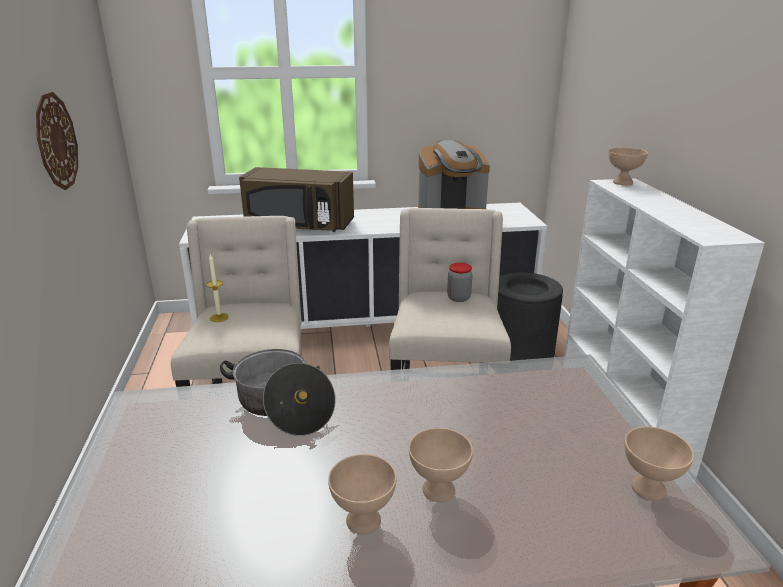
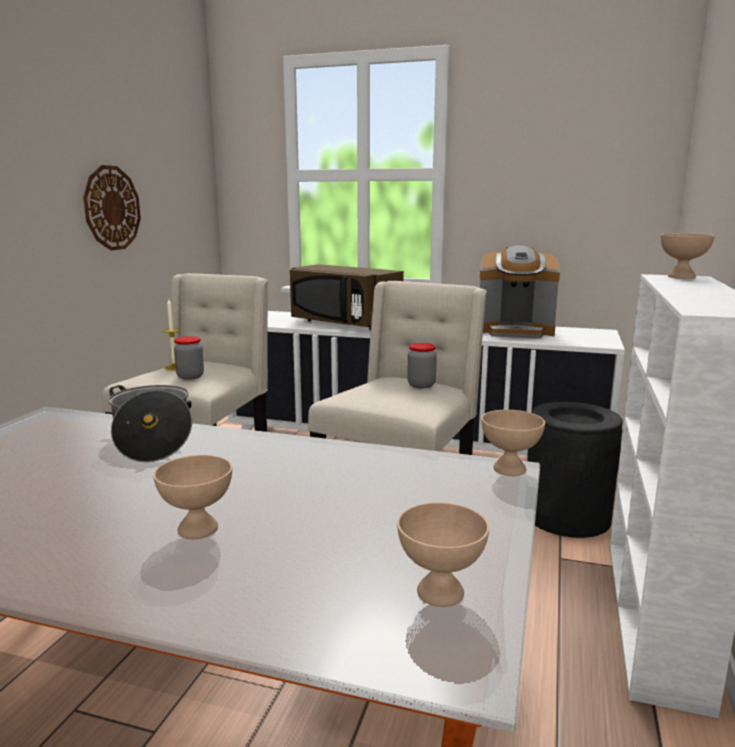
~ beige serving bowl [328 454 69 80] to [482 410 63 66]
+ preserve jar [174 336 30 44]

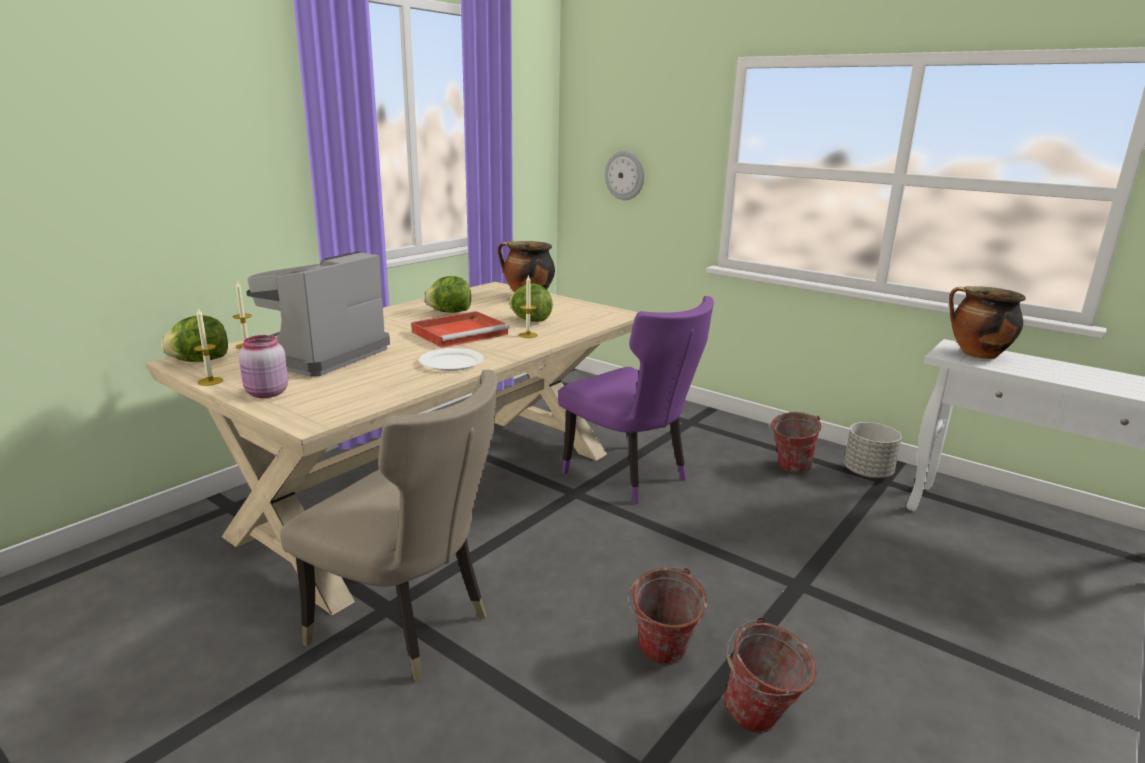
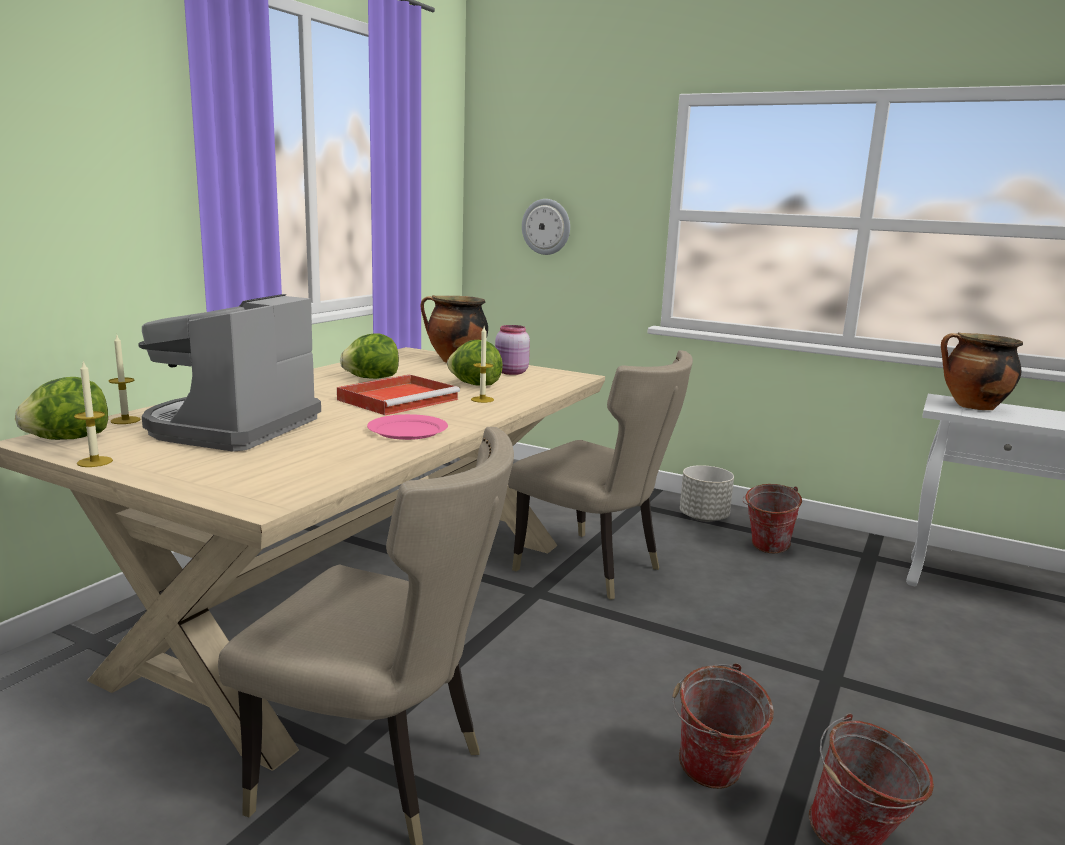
~ purple-coloured plain chair [558 296 156 208] to beige plain chair [508 350 185 250]
~ pink preserve jar [239 335 49 63] to [495 325 35 50]
~ whitish plate [419 348 65 23] to pink plate [367 414 81 26]
~ gray planter [844 422 58 56] to [680 465 54 57]

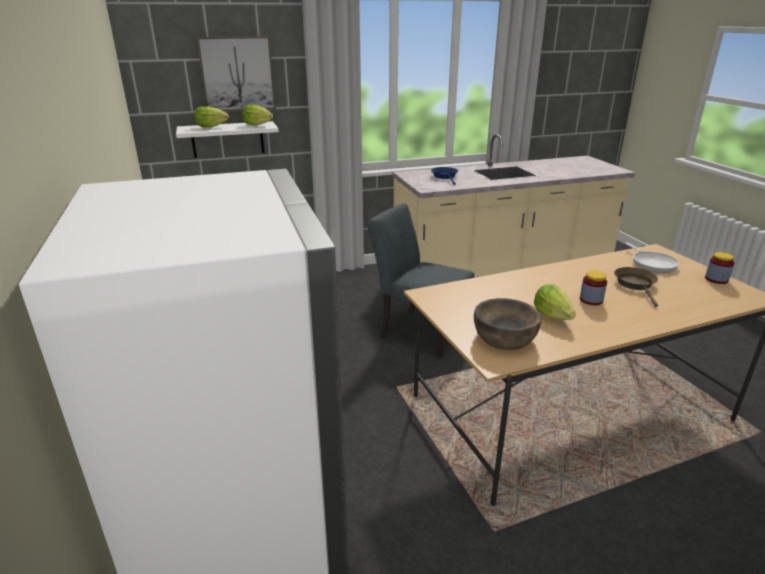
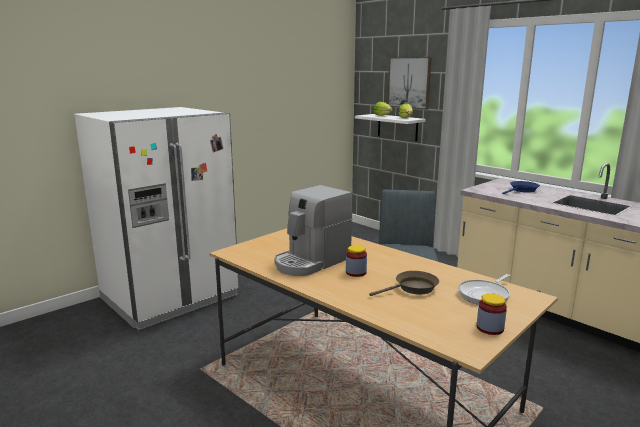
~ head of lettuce [534 284 42 36] to coffee maker [275 185 77 91]
- brown serving bowl [474 298 67 52]

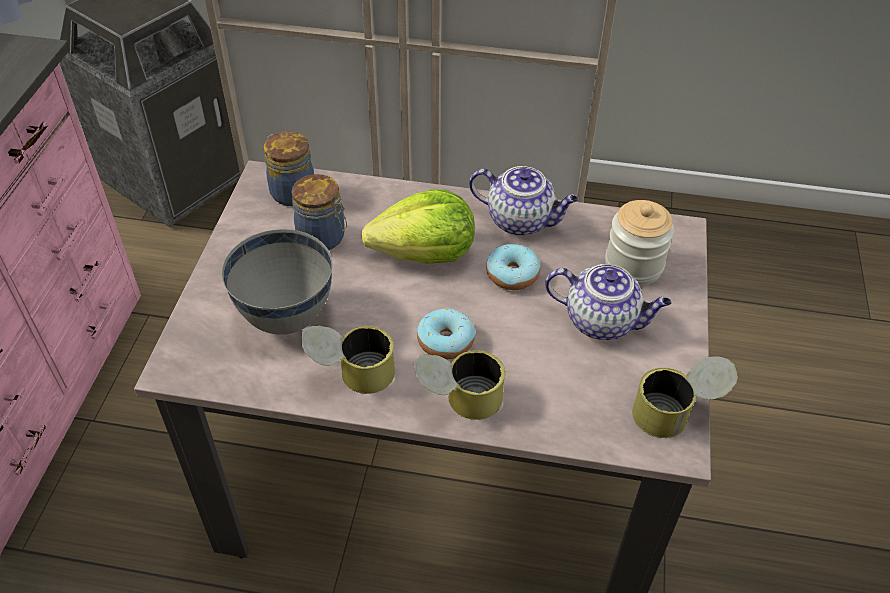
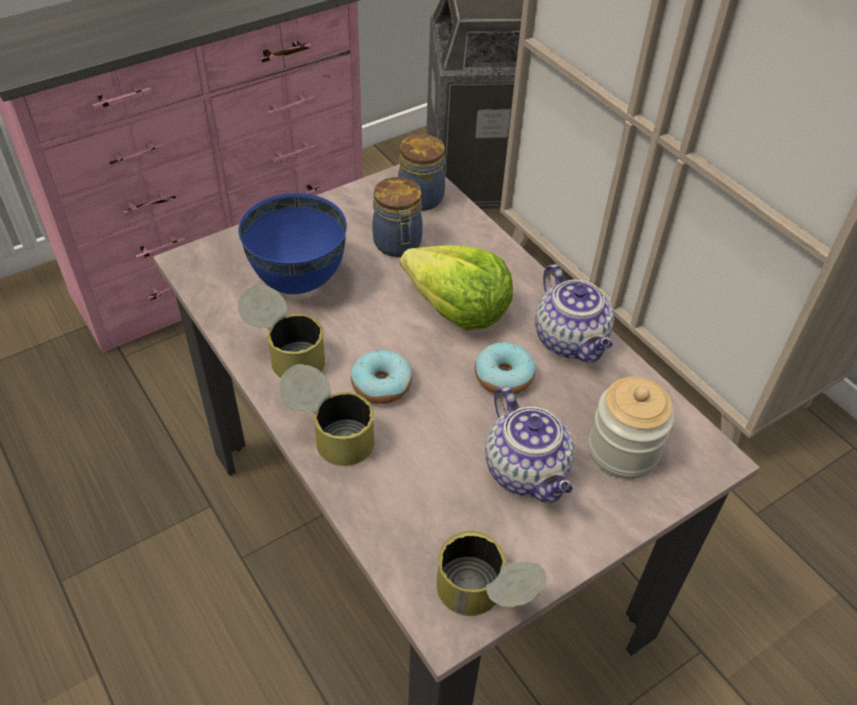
~ gray serving bowl [222 229 111 106] to blue-coloured serving bowl [238 193 109 101]

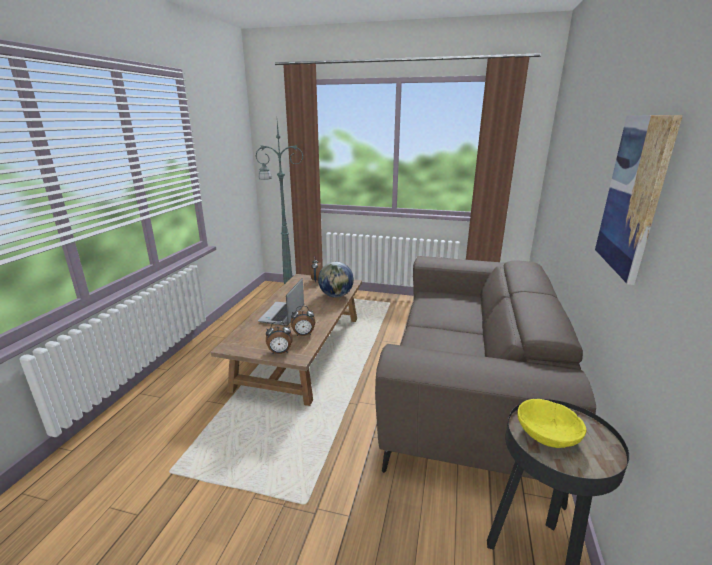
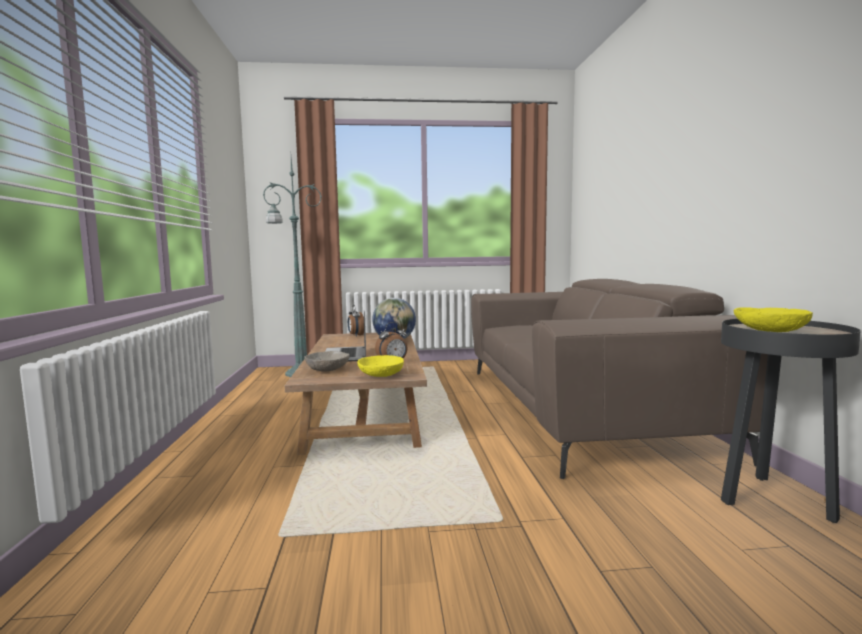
- wall picture [595 115 88 170]
~ table clock [266 321 27 33] to yellowish serving bowl [357 355 47 22]
+ gray serving bowl [304 351 46 21]

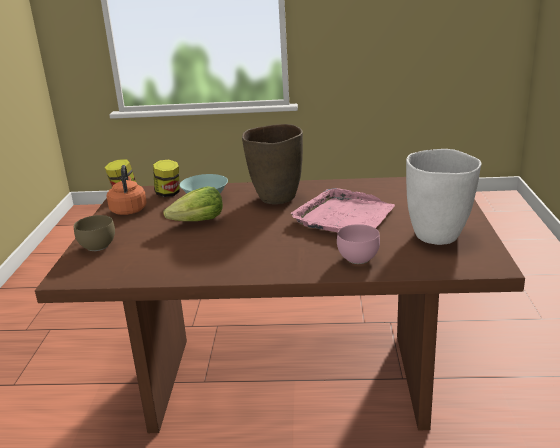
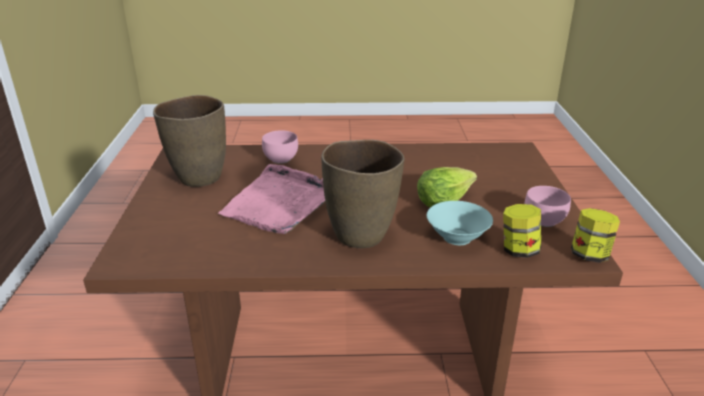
~ whitish flower vase [406 149 75 96] to brown flower vase [153 95 73 92]
~ orange-coloured kettle [106 165 41 50] to pink serving bowl [525 186 46 41]
- brown serving bowl [74 215 41 36]

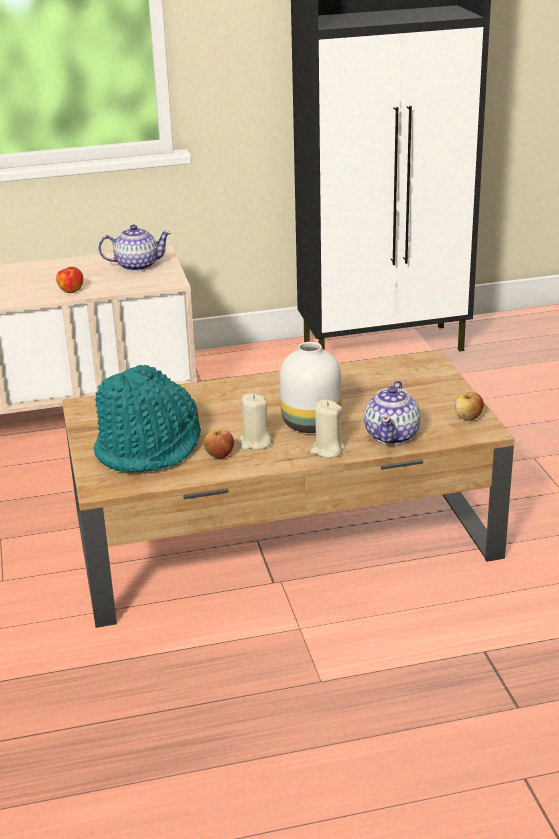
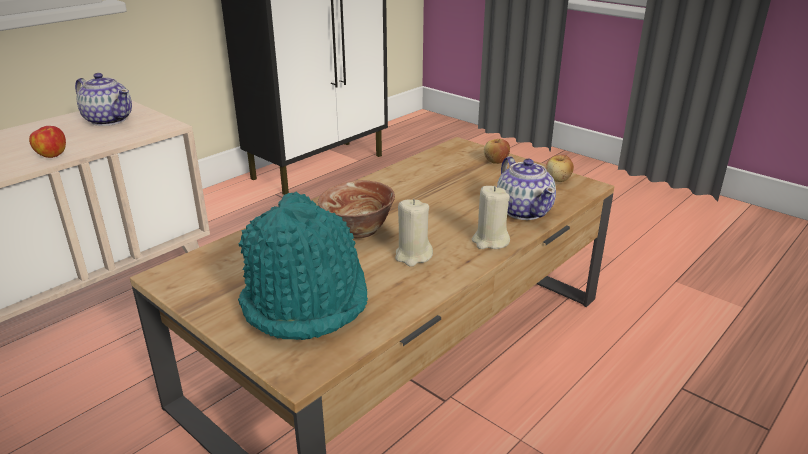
~ pot for tea [98 225 73 46] = [75 73 57 53] 75 degrees clockwise
- whitish flower vase [280 342 61 91]
~ apple [204 430 30 28] to [484 139 26 25]
+ serving bowl [318 180 77 58]

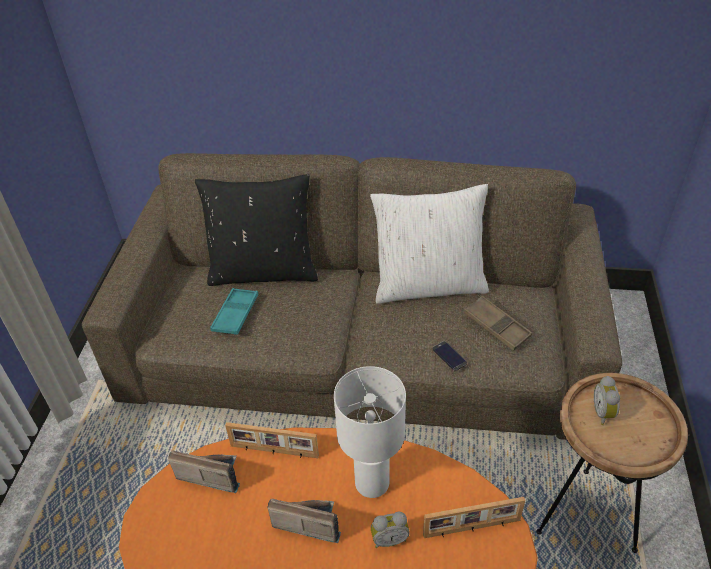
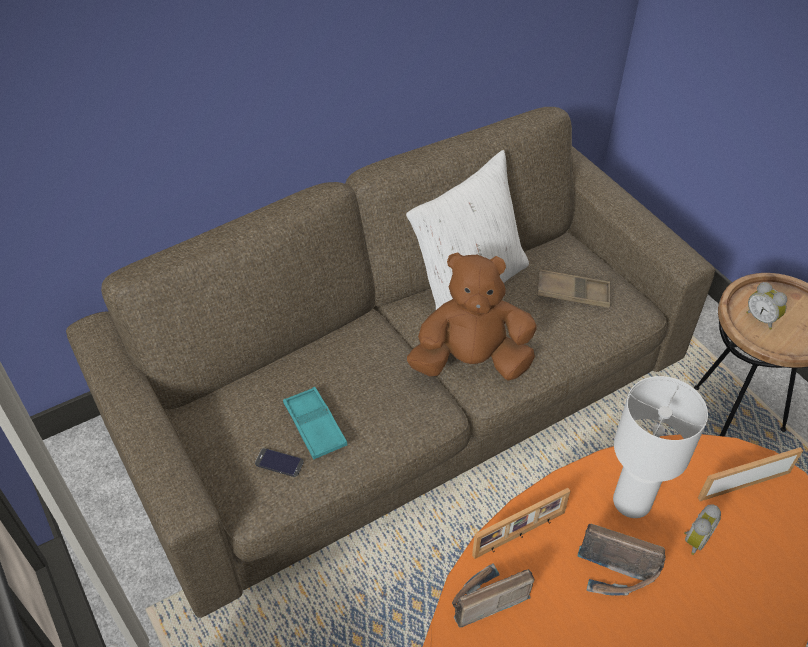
- black cushion [195 174 123 112]
~ phone [433 341 34 30] to [255 448 49 29]
~ photo frame [423 497 102 41] = [698 447 105 54] 150 degrees counterclockwise
~ radio receiver [268 499 73 44] = [578 524 88 72] 135 degrees counterclockwise
+ brown soft toy [407 253 129 128]

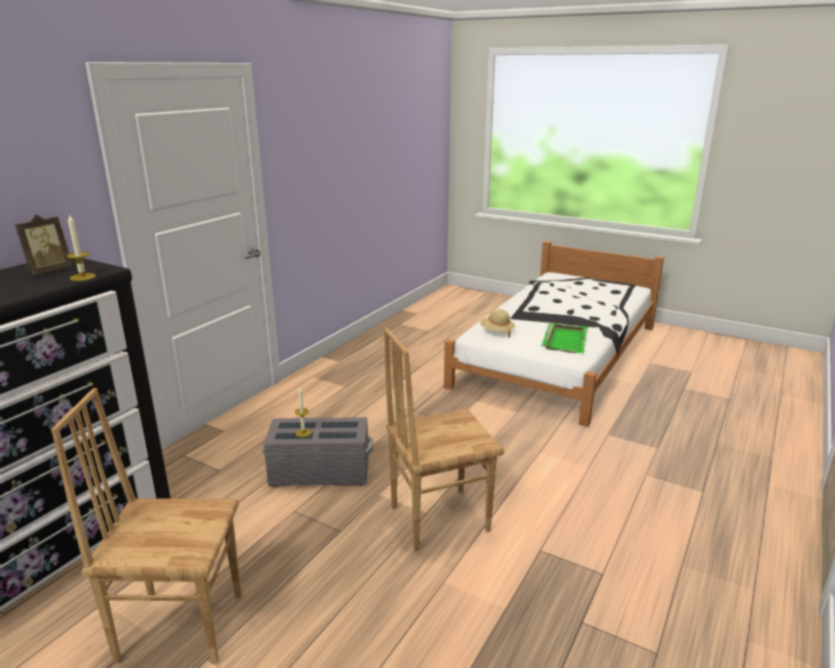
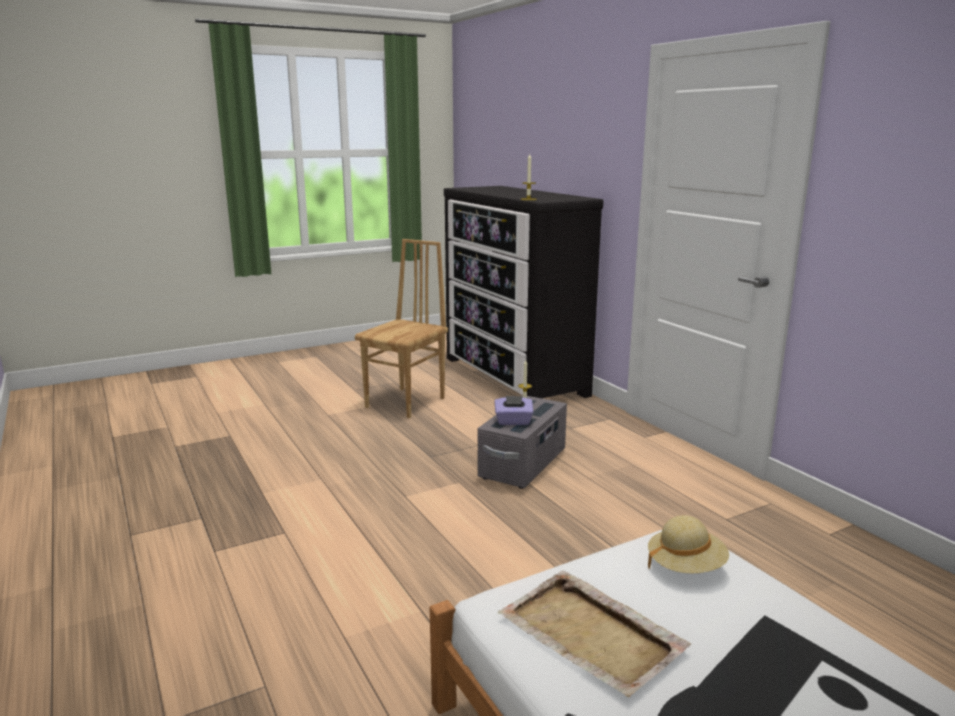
- photo frame [15 214 58 61]
~ greenish tray [541 322 47 31] to beige tray [498 570 193 127]
- brown plain chair [384 328 120 223]
+ purple-coloured tissue holder [494 396 39 29]

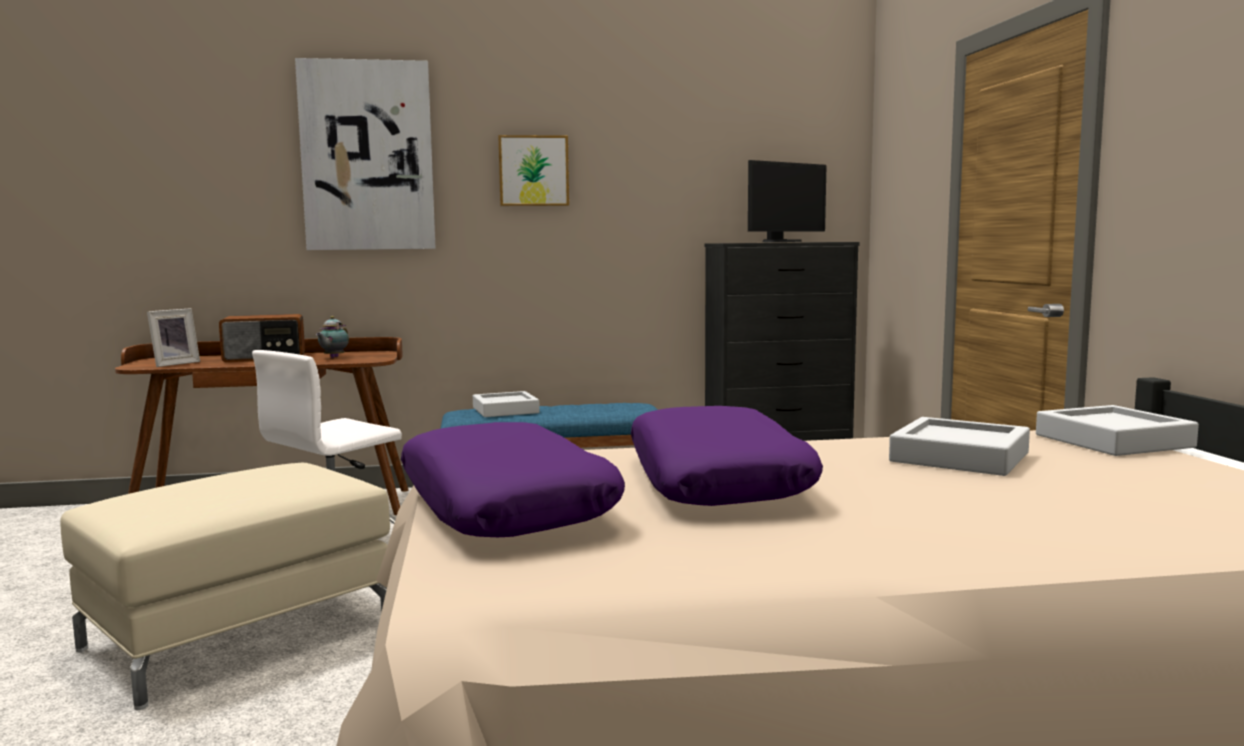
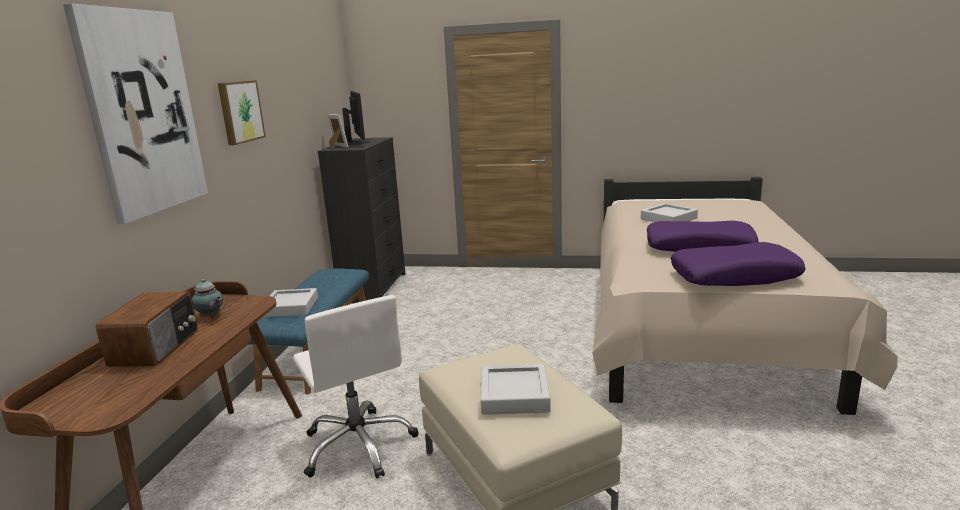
~ photo frame [147 308 53 59] to [327 114 22 34]
~ gray tray [1036 405 163 51] to [481 364 70 51]

